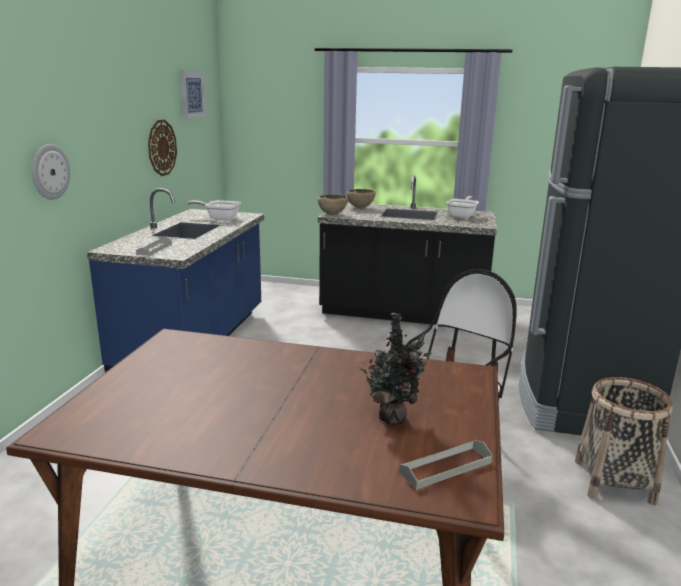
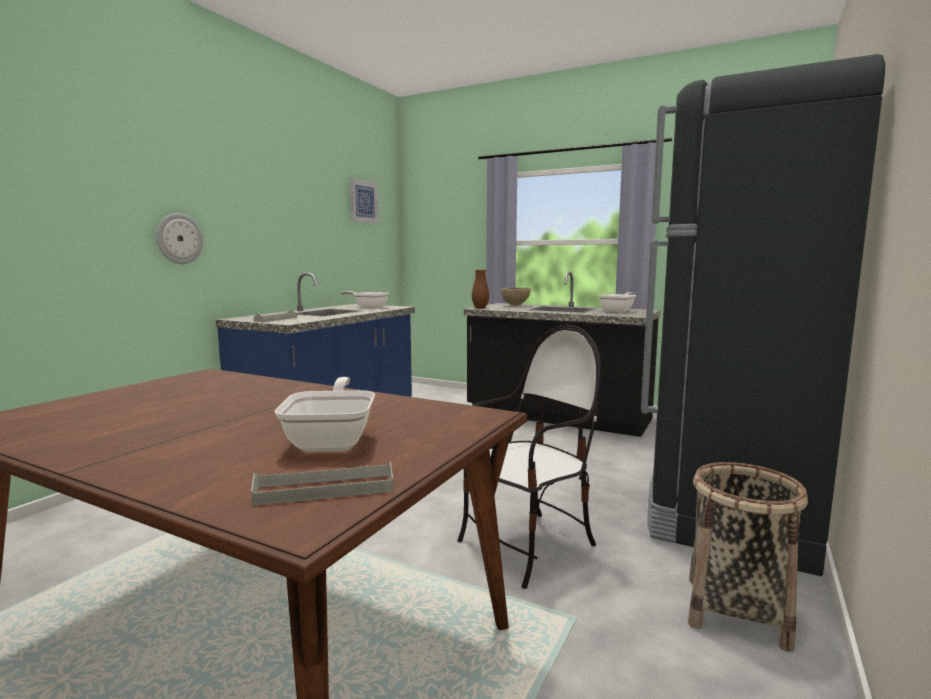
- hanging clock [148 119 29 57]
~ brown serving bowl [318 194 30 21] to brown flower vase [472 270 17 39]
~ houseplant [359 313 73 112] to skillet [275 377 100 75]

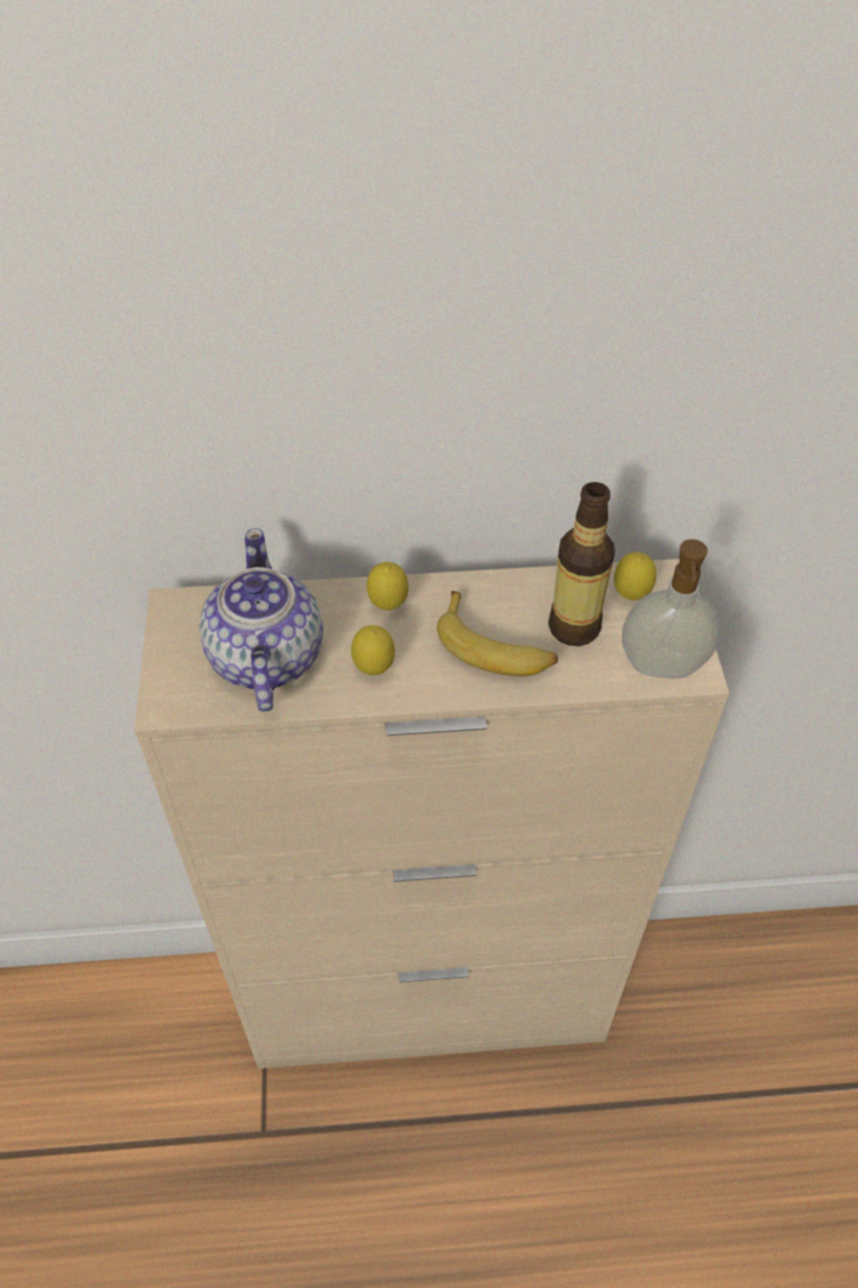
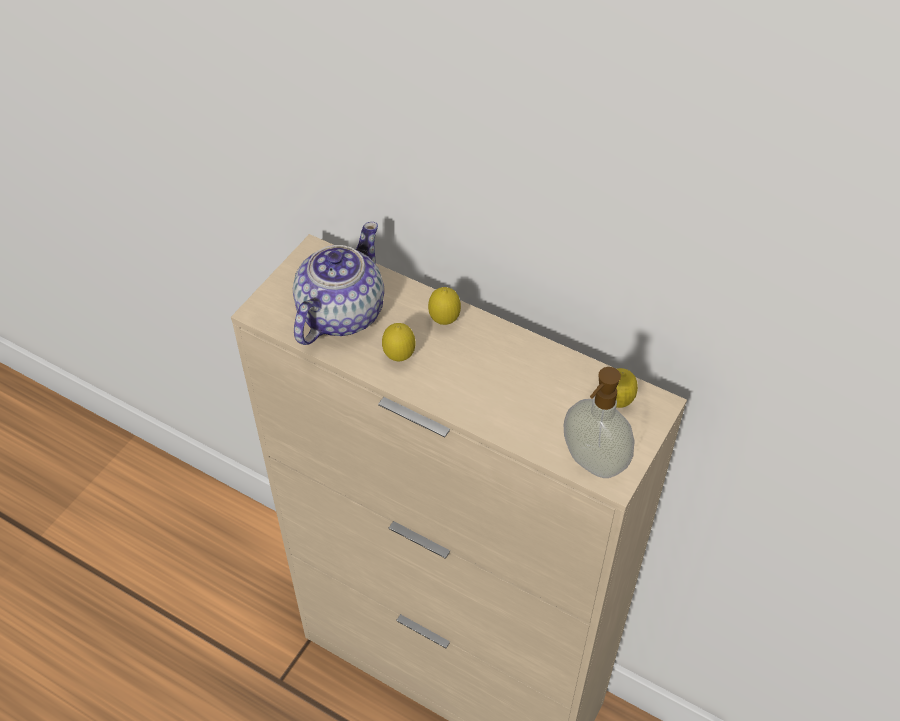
- drink bottle [548 482 67 164]
- banana fruit [437 591 121 85]

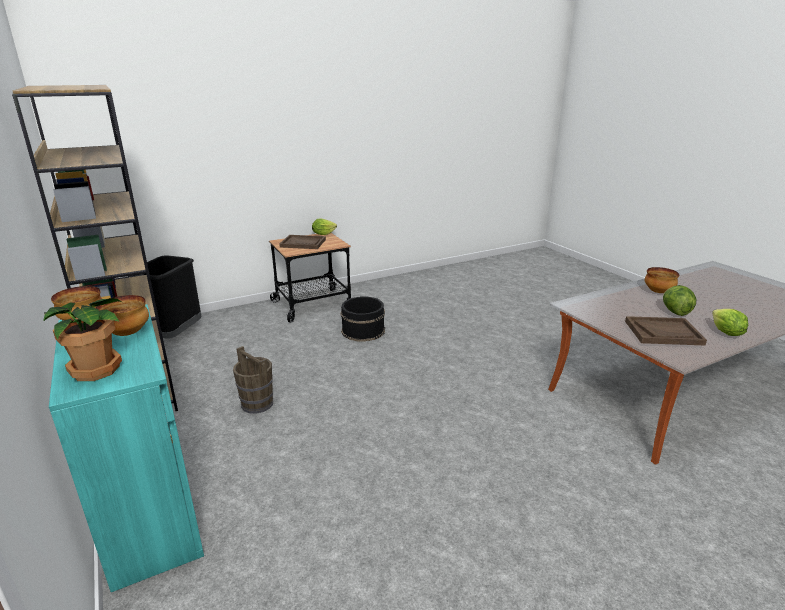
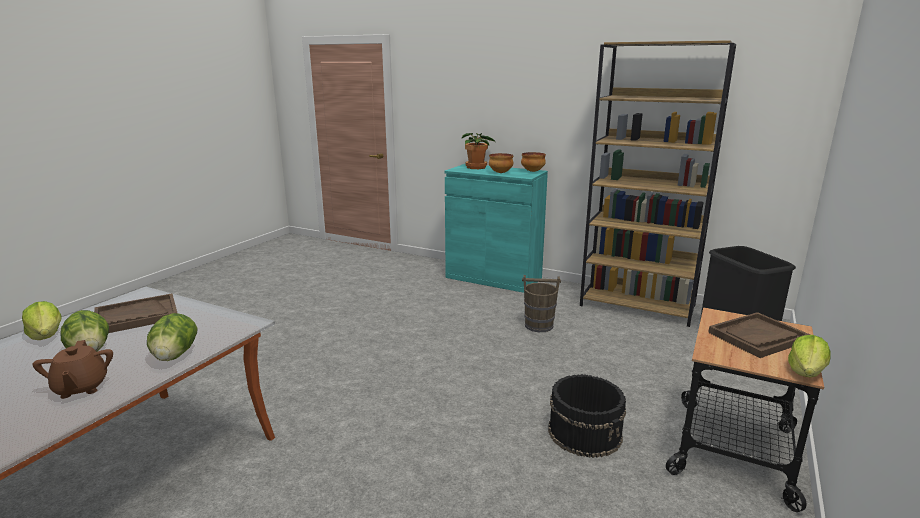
~ serving bowl [645 267 34 26] to brown pot for tea [33 340 80 59]
+ head of lettuce [147 313 51 48]

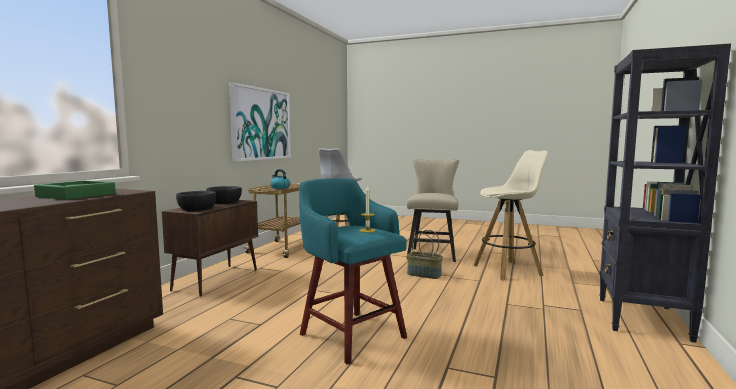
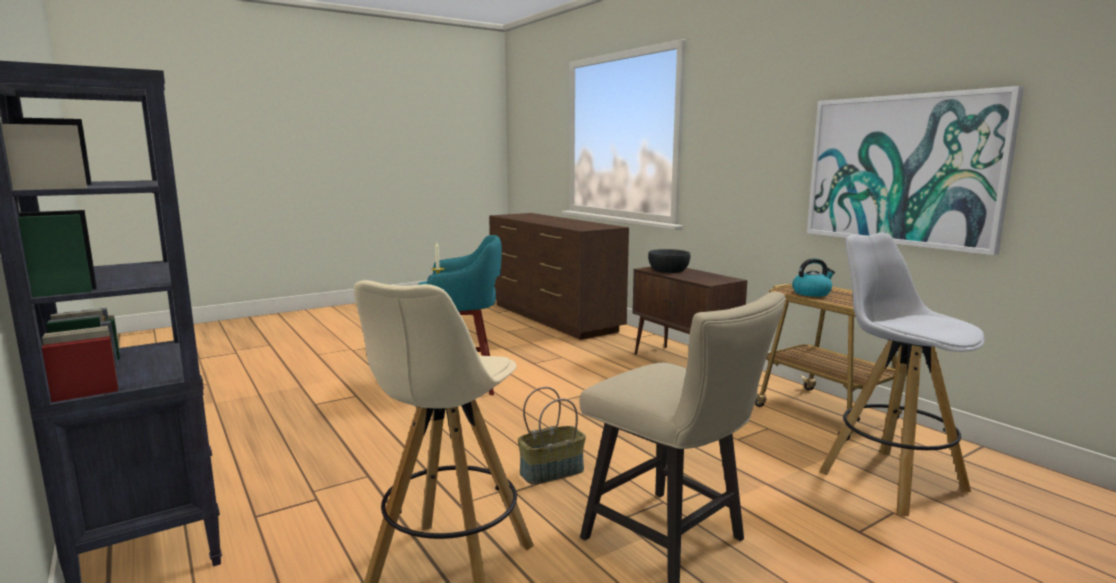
- greenish tray [34 180 82 20]
- black serving bowl [206 186 36 18]

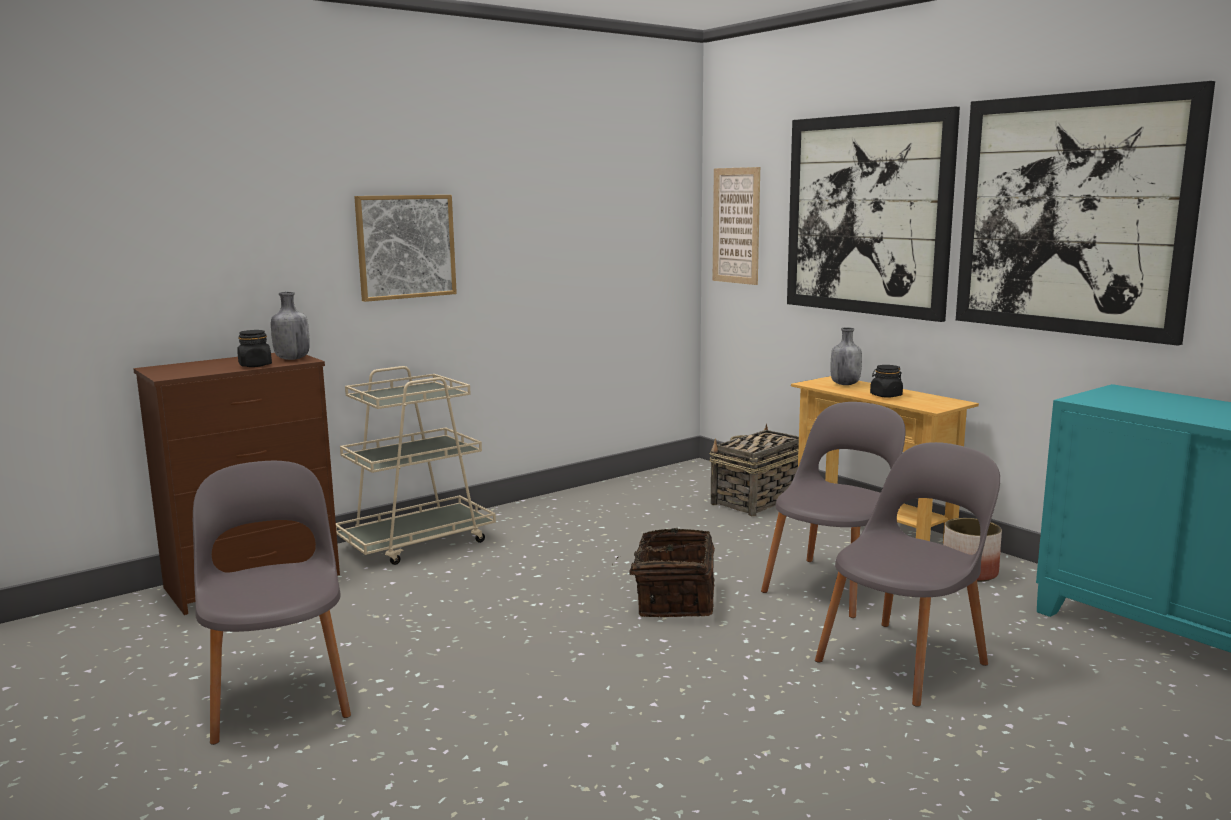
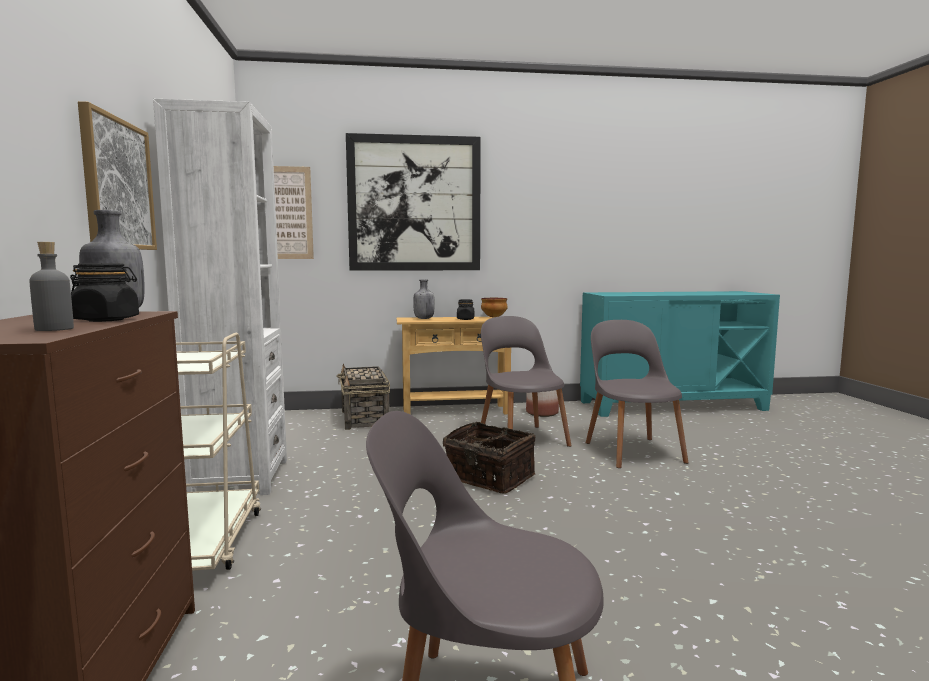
- wall picture [956 81 259 265]
+ whitish bookcase [153 99 134 396]
+ gray drink bottle [29 242 45 89]
+ serving bowl [481 298 26 20]

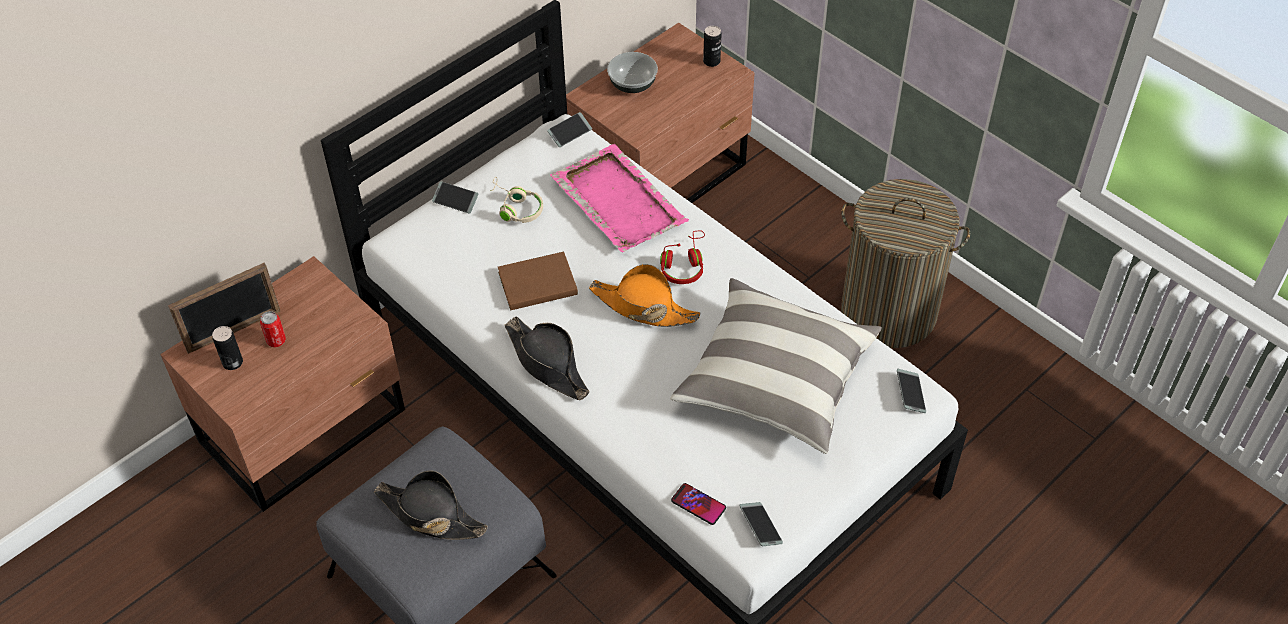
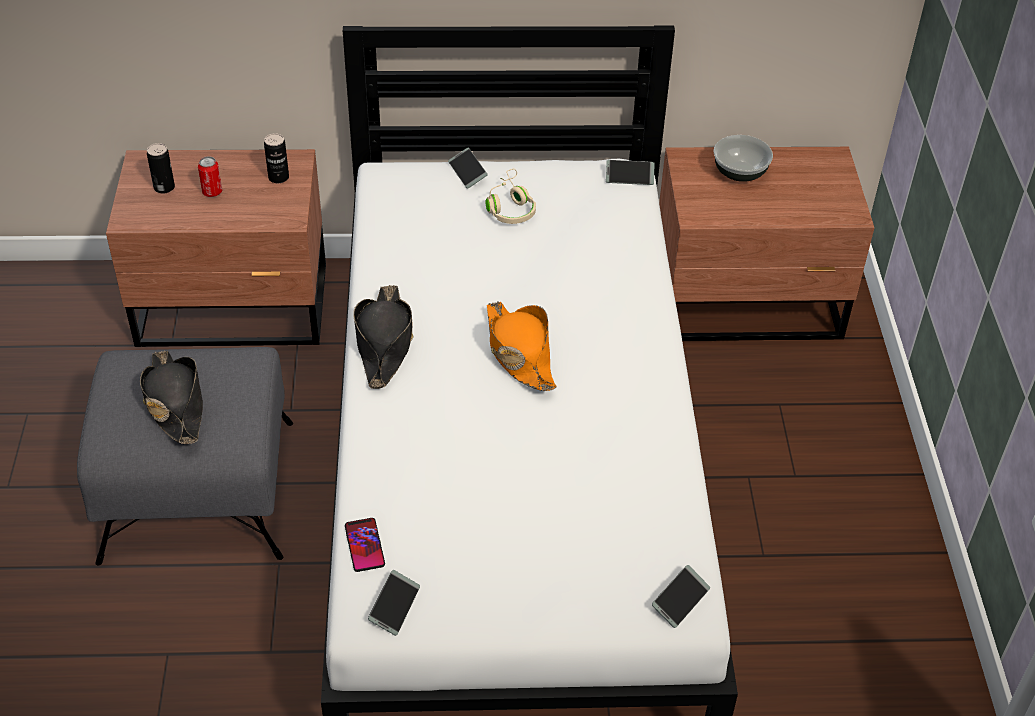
~ metal can [703 26 18 41] to [264 133 25 50]
- pink tray [550 144 139 108]
- laundry basket [841 179 129 169]
- red pair of headphones [660 231 45 53]
- brown book [498 251 80 59]
- photo frame [168 263 112 91]
- cushion [670 278 212 176]

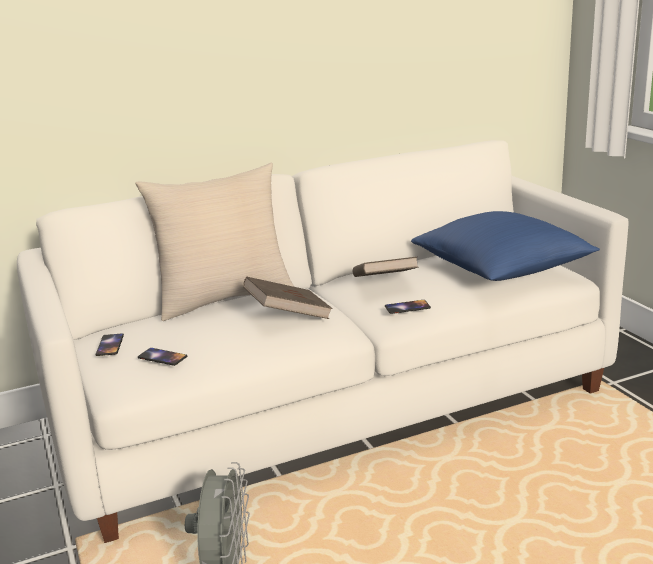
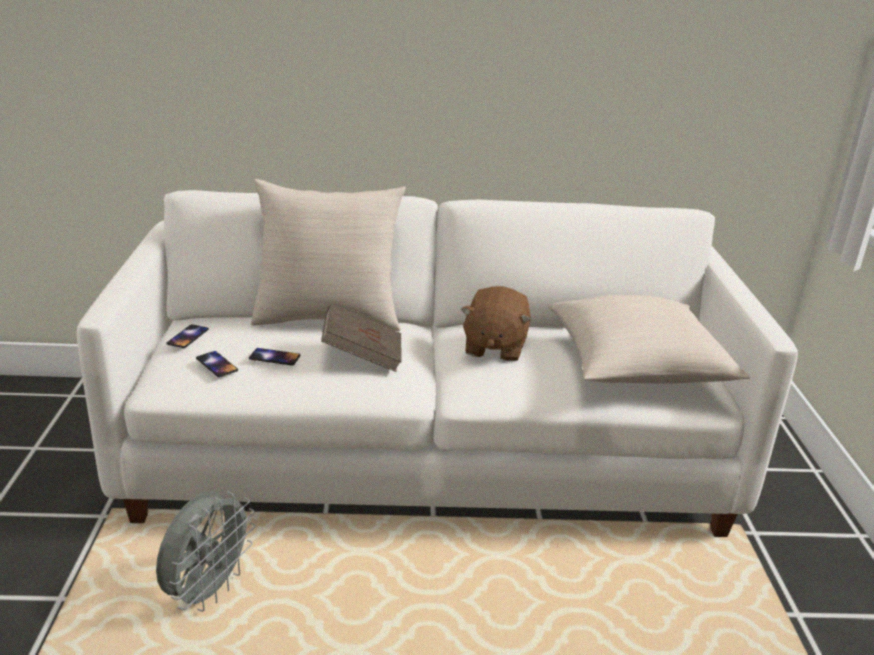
~ blue-coloured cushion [411 211 189 70] to beige cushion [548 295 202 88]
~ brown book [352 257 67 20] to brown soft toy [461 286 70 75]
~ phone [385 300 46 14] to [249 348 52 18]

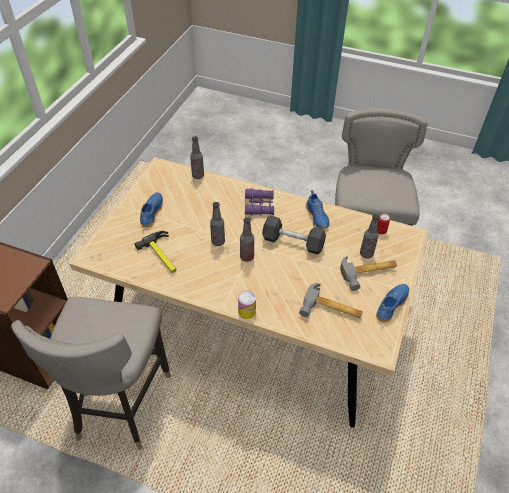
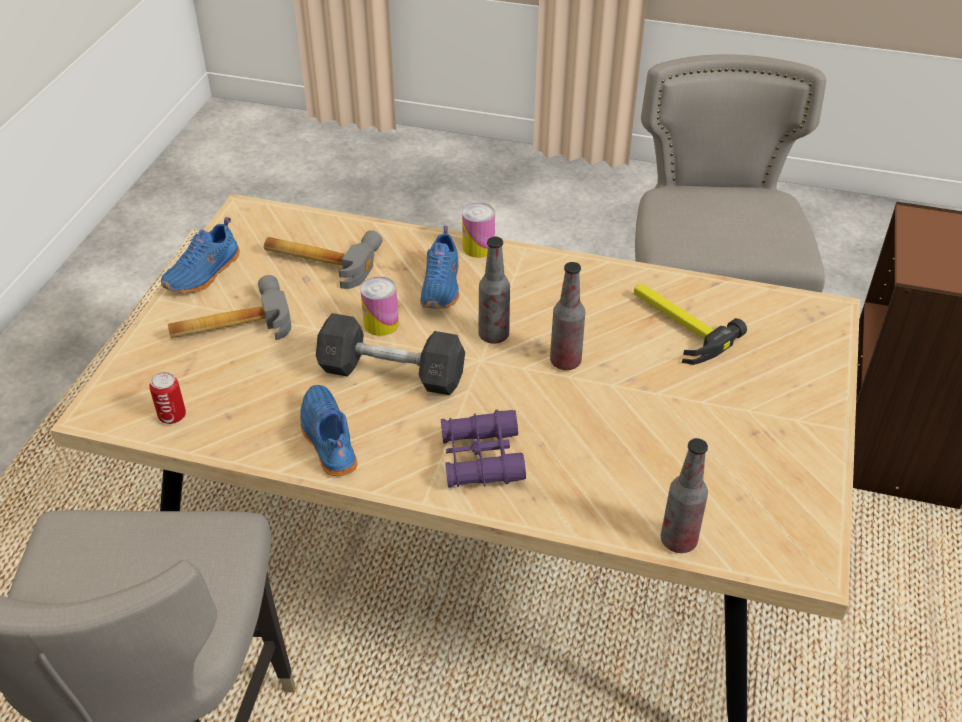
~ blue-coloured low shoe [140 192 23 35] to [420 226 39 83]
- drink bottle [360 214 20 44]
+ metal can [360 277 39 59]

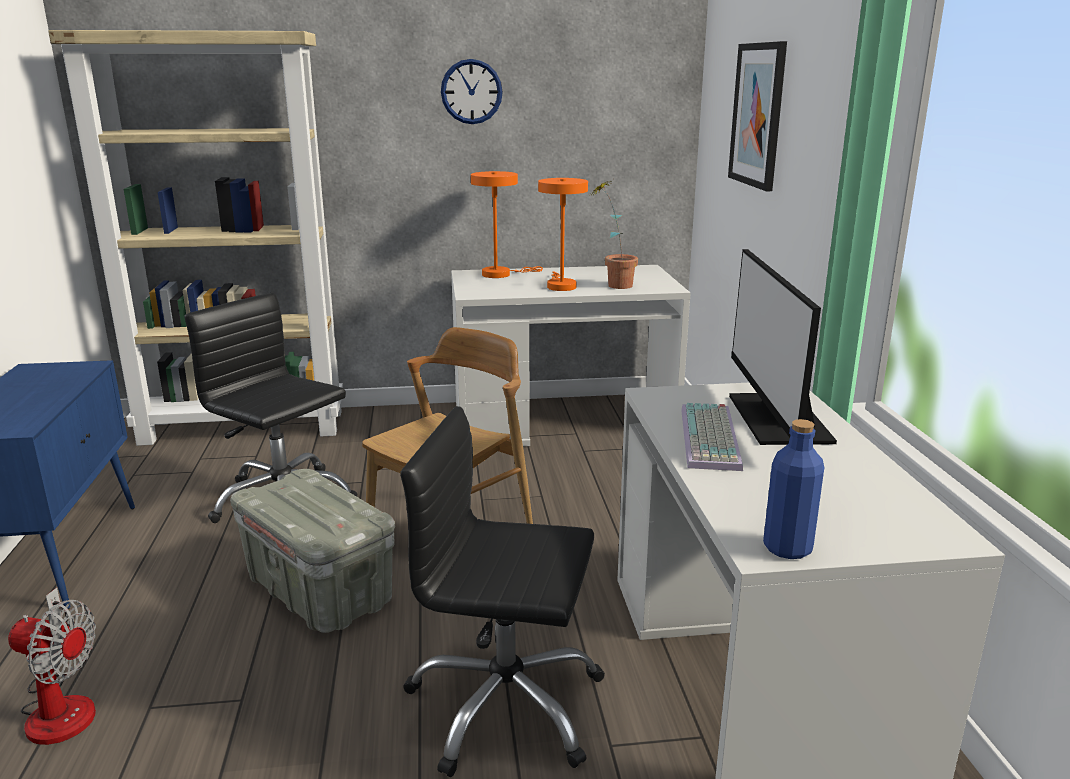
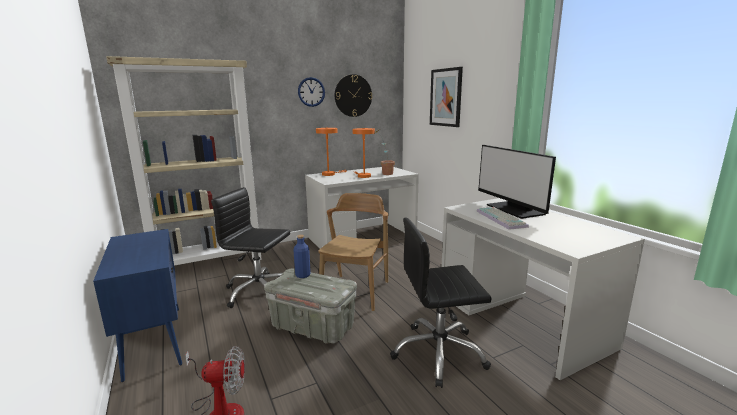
~ blue-coloured drink bottle [763 419 61 140] to [294 235 17 43]
+ hanging clock [335 74 37 43]

